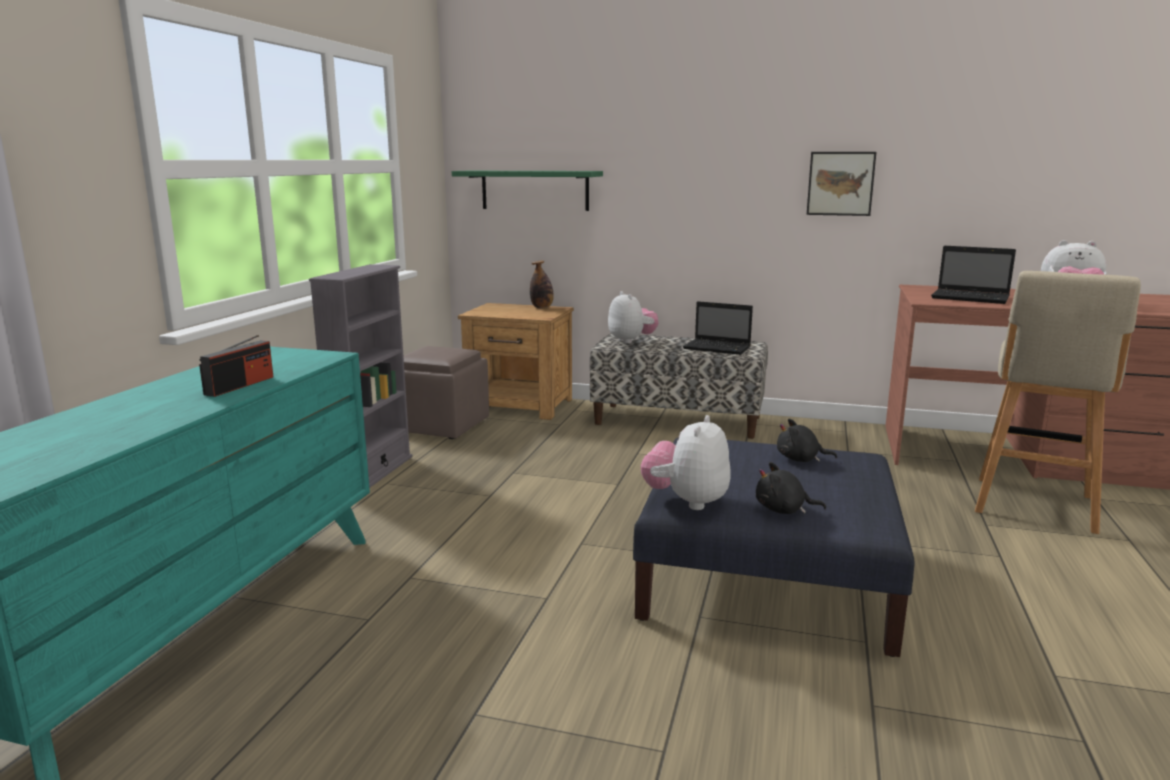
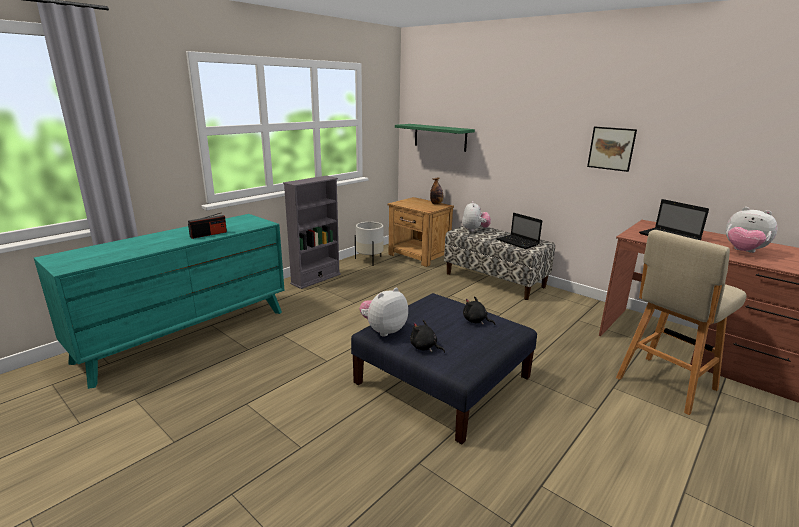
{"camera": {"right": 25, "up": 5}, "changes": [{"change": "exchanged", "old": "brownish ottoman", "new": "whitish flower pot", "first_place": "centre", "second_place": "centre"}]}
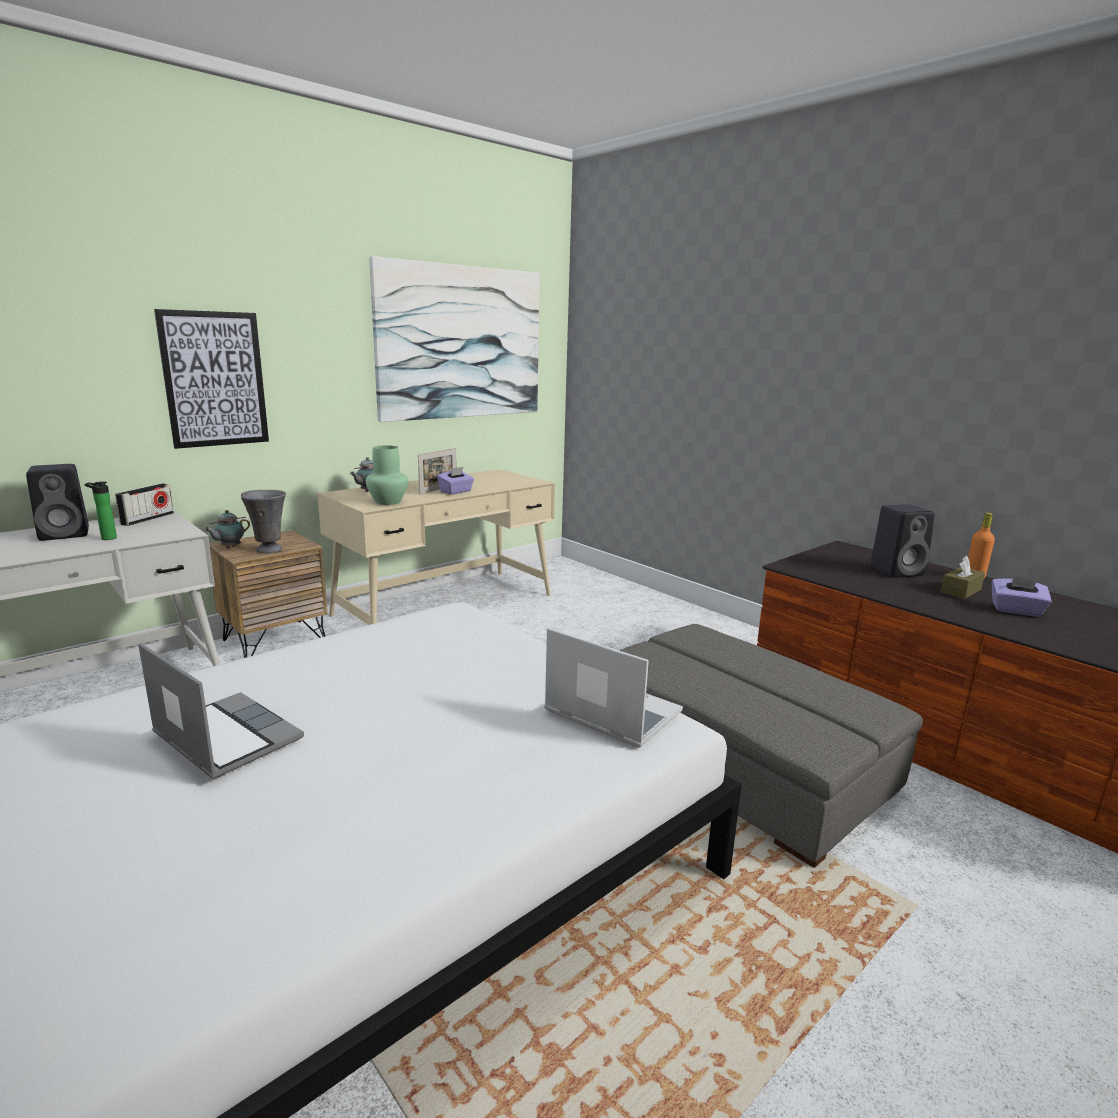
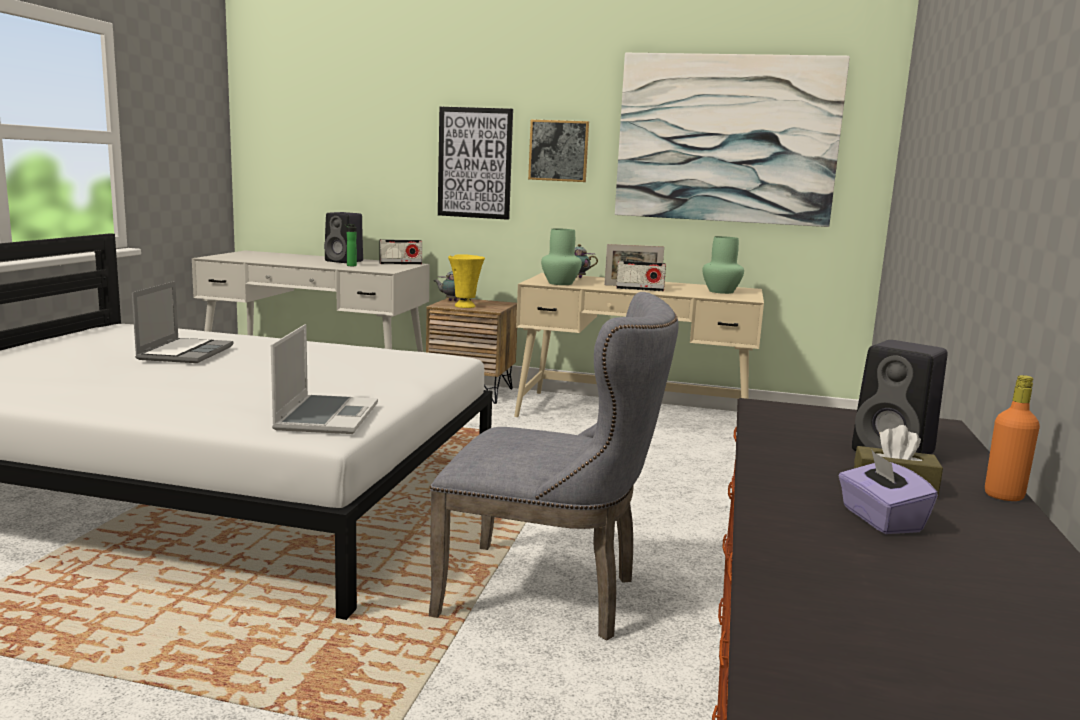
{"camera": {"right": 55, "up": -5}, "changes": [{"change": "exchanged", "old": "purplish box of tissues (no. 1 from left)", "new": "radio set (no. 2 from left)", "first_place": "centre", "second_place": "centre"}, {"change": "colour", "old": "grey decorative vase", "new": "yellow decorative vase", "first_place": "middle left", "second_place": "centre"}, {"change": "exchanged", "old": "grey ottoman", "new": "grey chair", "first_place": "bottom right", "second_place": "centre"}, {"change": "appeared", "new": "picture (no. 2 from left)", "second_place": "top centre"}, {"change": "appeared", "new": "green-coloured decorative vase (no. 2 from left)", "second_place": "middle right"}]}
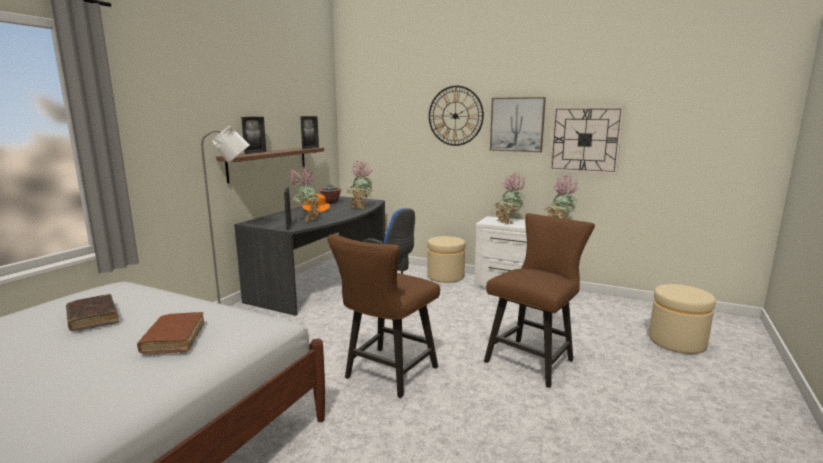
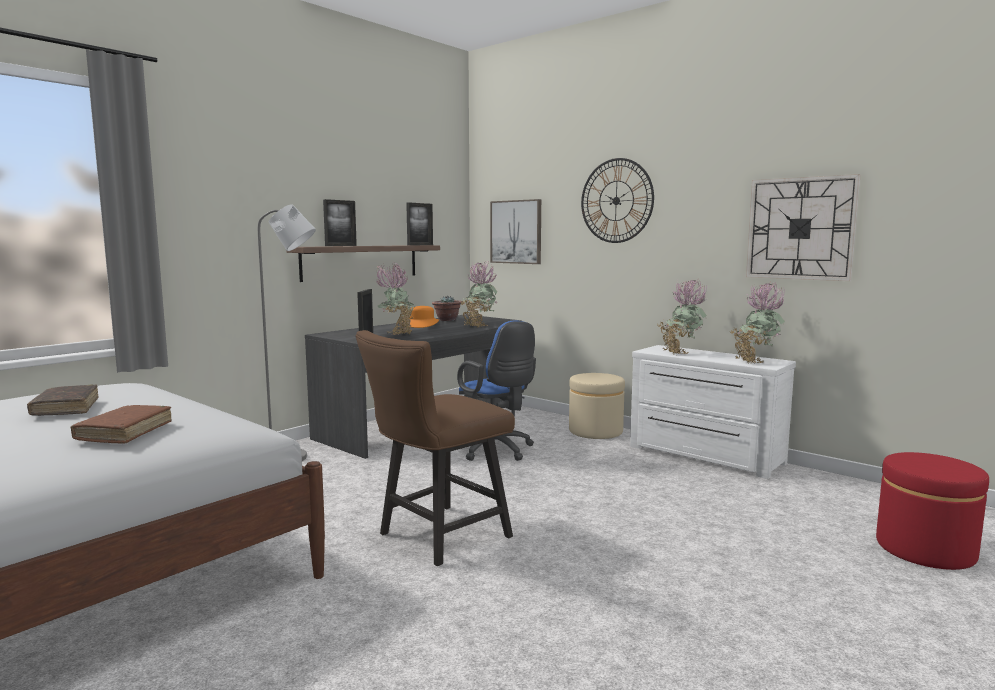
{"camera": {"right": 15, "up": -5}, "changes": [{"change": "relocated", "old": "picture", "first_place": "top centre", "second_place": "centre"}, {"change": "missing", "old": "brownish chair (no. 2 from left)", "first_place": "centre"}, {"change": "colour", "old": "beige-coloured ottoman (no. 2 from left)", "new": "reddish ottoman", "first_place": "bottom right", "second_place": "bottom right"}]}
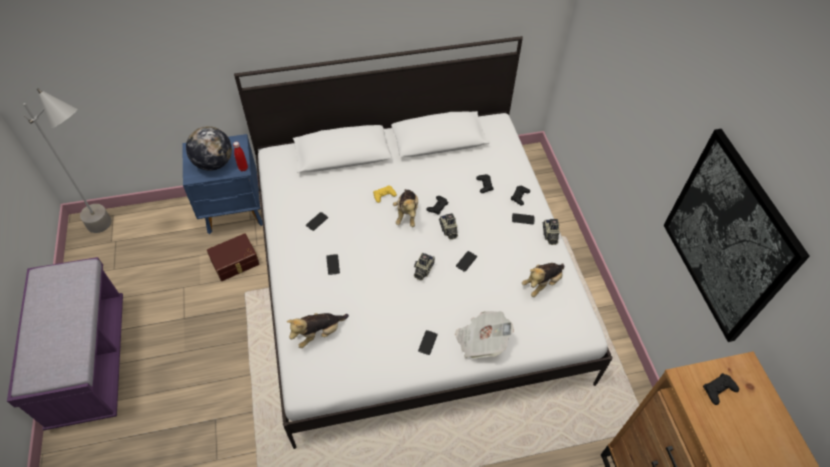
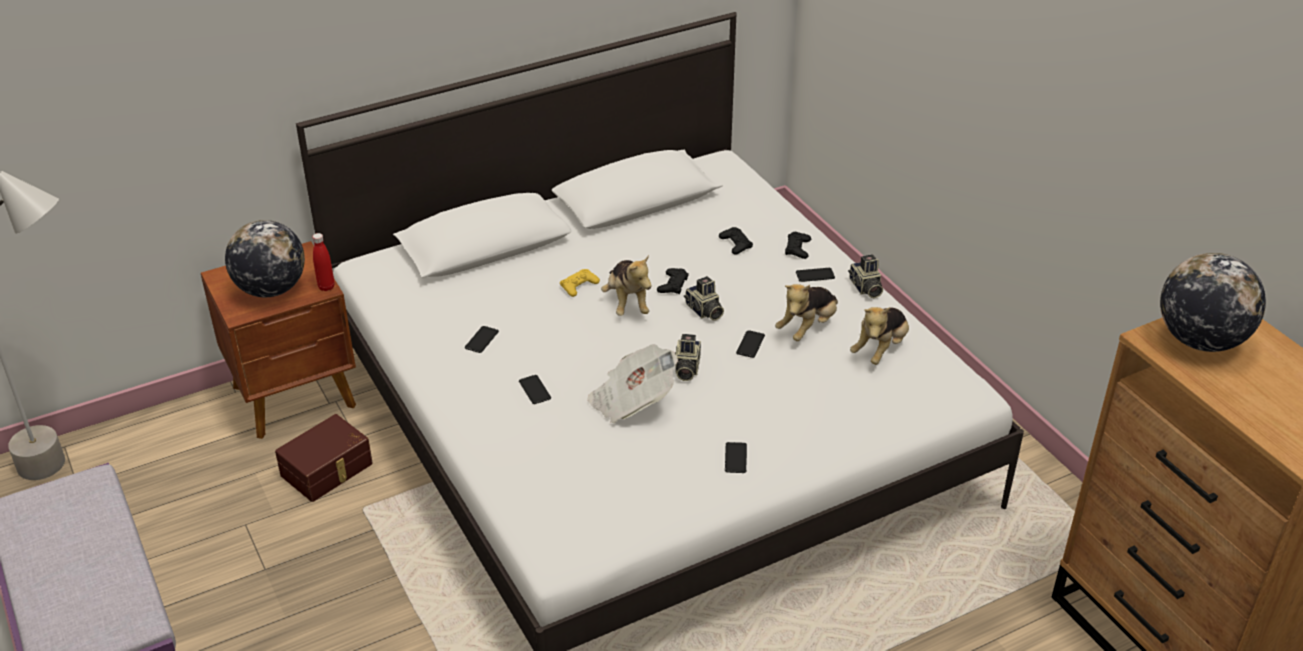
{"camera": {"right": -15, "up": -15}, "changes": [{"change": "missing", "old": "picture", "first_place": "middle right"}, {"change": "colour", "old": "bluish nightstand", "new": "brownish nightstand", "first_place": "middle left", "second_place": "middle left"}, {"change": "relocated", "old": "printed paper", "first_place": "bottom centre", "second_place": "centre"}, {"change": "relocated", "old": "soft toy (no. 1 from left in the first image)", "new": "soft toy (no. 2 from left)", "first_place": "bottom centre", "second_place": "centre"}, {"change": "exchanged", "old": "black-coloured game controller (no. 4 from left)", "new": "globe (no. 2 from left)", "first_place": "bottom right", "second_place": "middle right"}]}
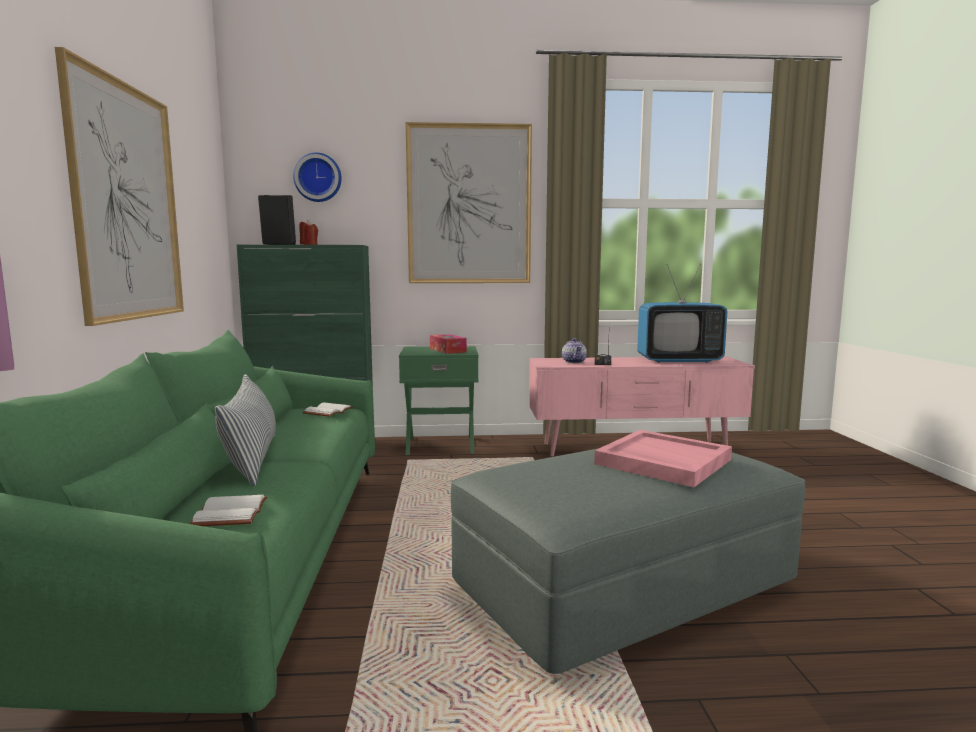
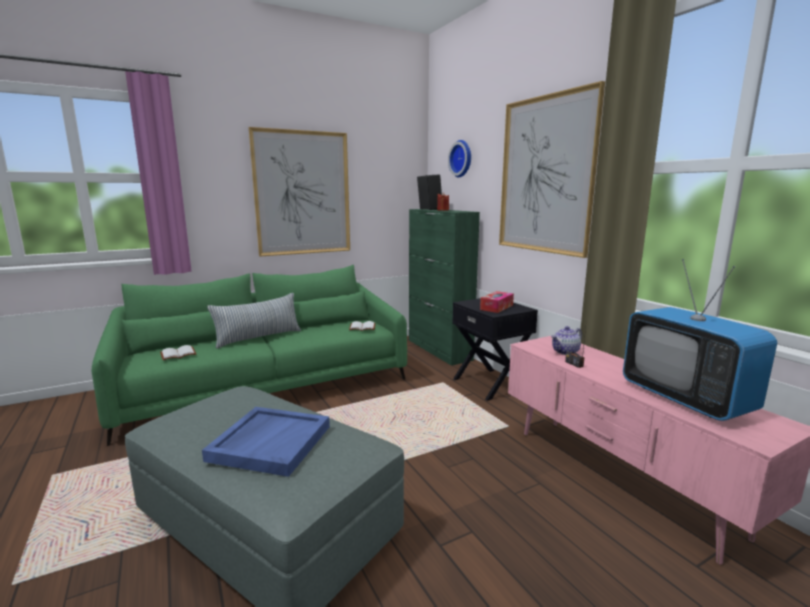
{"camera": {"right": 65, "up": 5}, "changes": [{"change": "colour", "old": "green-coloured nightstand", "new": "black-coloured nightstand", "first_place": "centre", "second_place": "centre"}, {"change": "colour", "old": "pink carrying tray", "new": "bluish carrying tray", "first_place": "middle right", "second_place": "bottom left"}]}
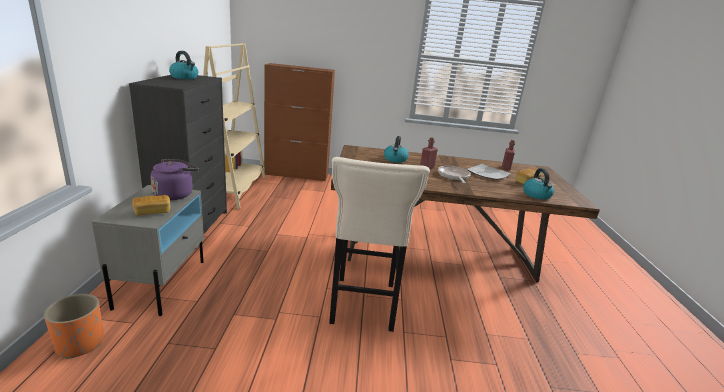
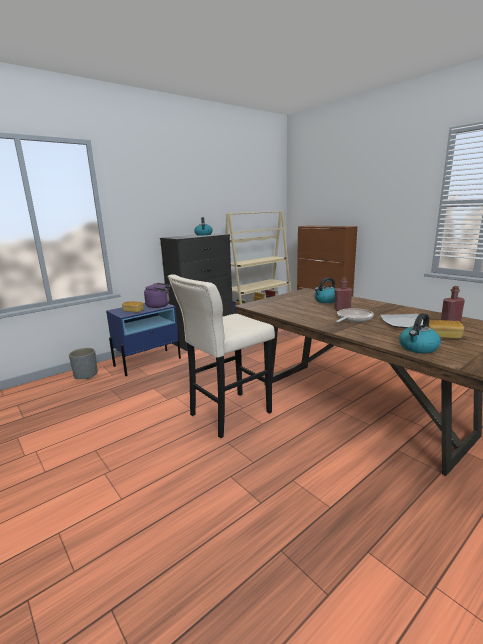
{"camera": {"right": 50, "up": -5}, "changes": [{"change": "colour", "old": "grey nightstand", "new": "bluish nightstand", "first_place": "middle left", "second_place": "middle left"}, {"change": "colour", "old": "orangey flower pot", "new": "grey flower pot", "first_place": "bottom left", "second_place": "middle left"}]}
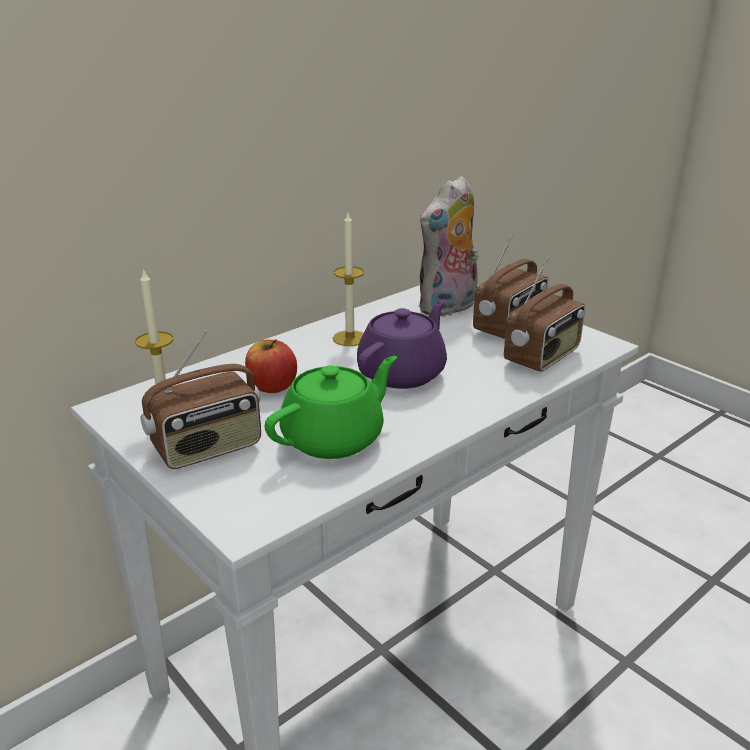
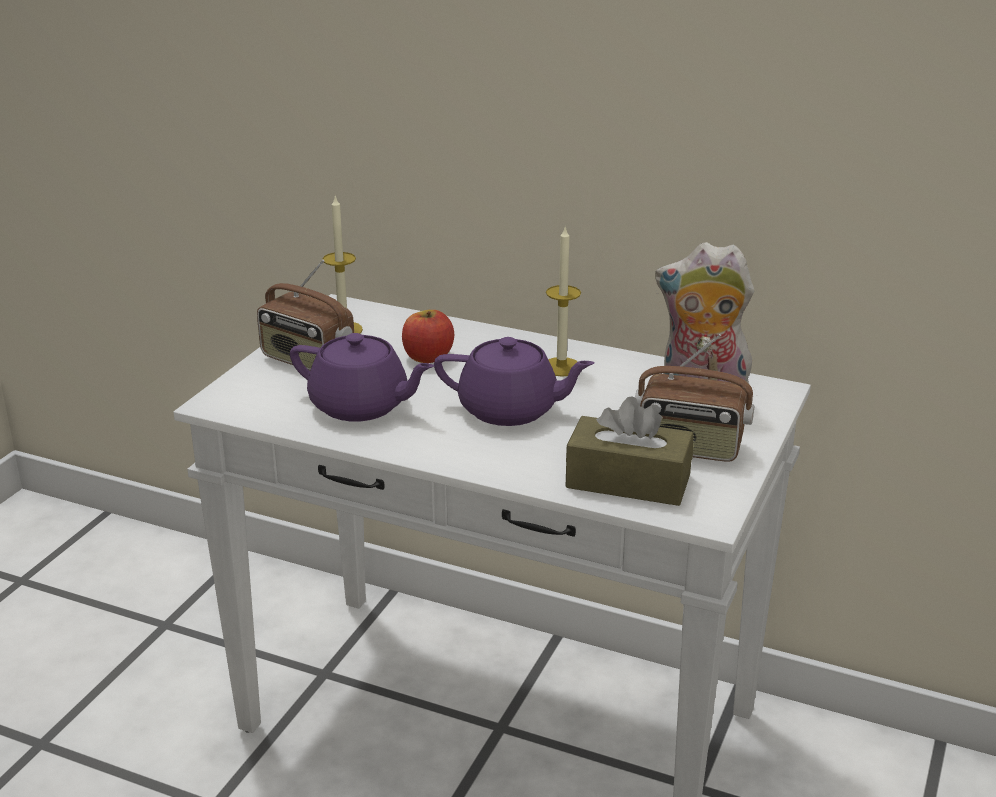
{"camera": {"right": 65, "up": 0}, "changes": [{"change": "exchanged", "old": "radio set (no. 3 from left)", "new": "brownish box of tissues", "first_place": "middle right", "second_place": "centre"}, {"change": "colour", "old": "green-coloured pot for tea", "new": "purplish pot for tea (no. 1 from left)", "first_place": "centre", "second_place": "centre"}]}
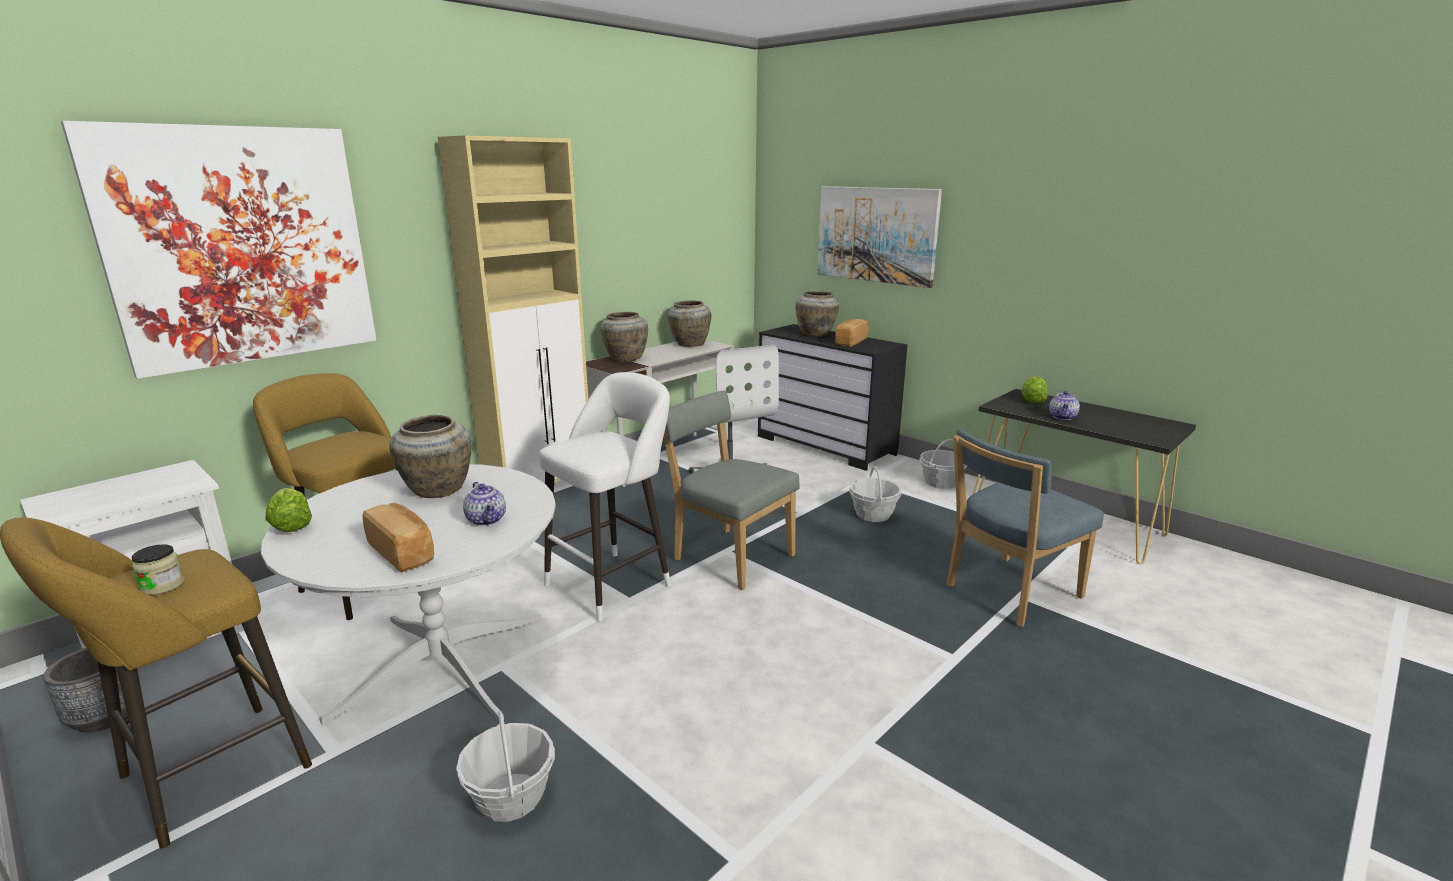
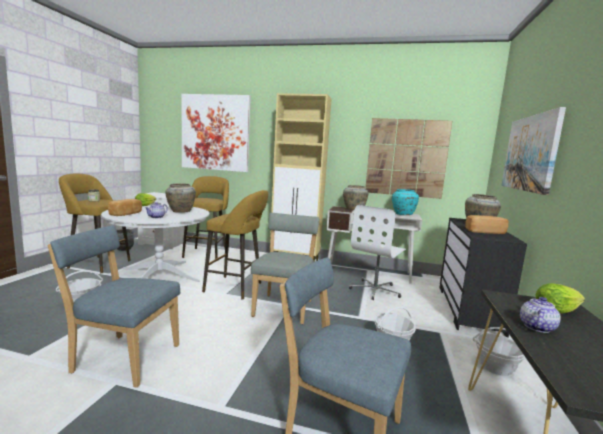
{"camera": {"right": 60, "up": -10}, "changes": [{"change": "colour", "old": "beige-coloured decorative vase (no. 3 from left)", "new": "blue-green decorative vase", "first_place": "centre", "second_place": "middle right"}, {"change": "colour", "old": "whitish stool seat", "new": "yellow stool seat (no. 3 from left)", "first_place": "centre", "second_place": "centre"}, {"change": "spun", "old": "pot for tea (no. 2 from left)", "first_place": "middle right", "second_place": "bottom right", "degrees": 135}, {"change": "appeared", "new": "picture (no. 2 from left)", "second_place": "middle right"}, {"change": "appeared", "new": "bluish chair (no. 1 from left)", "second_place": "bottom left"}]}
